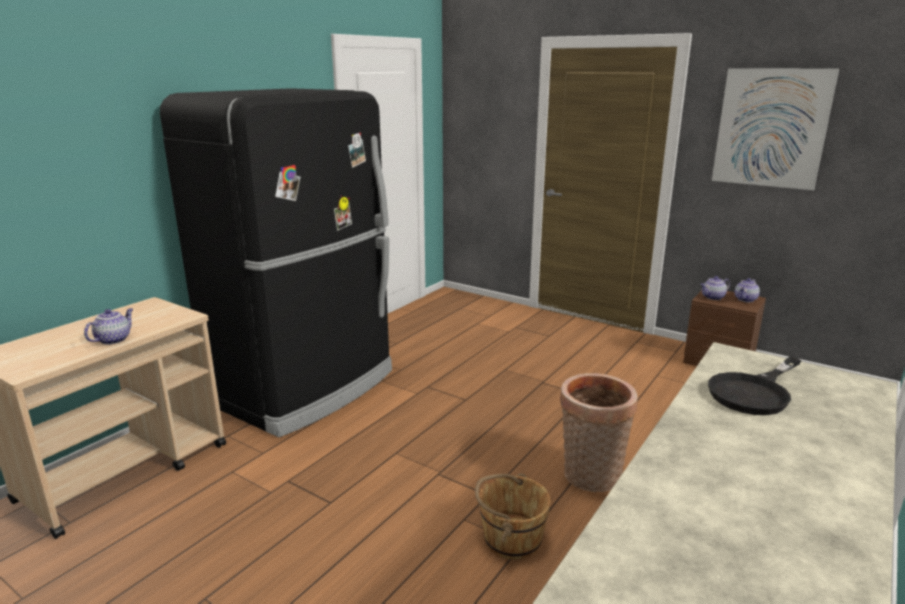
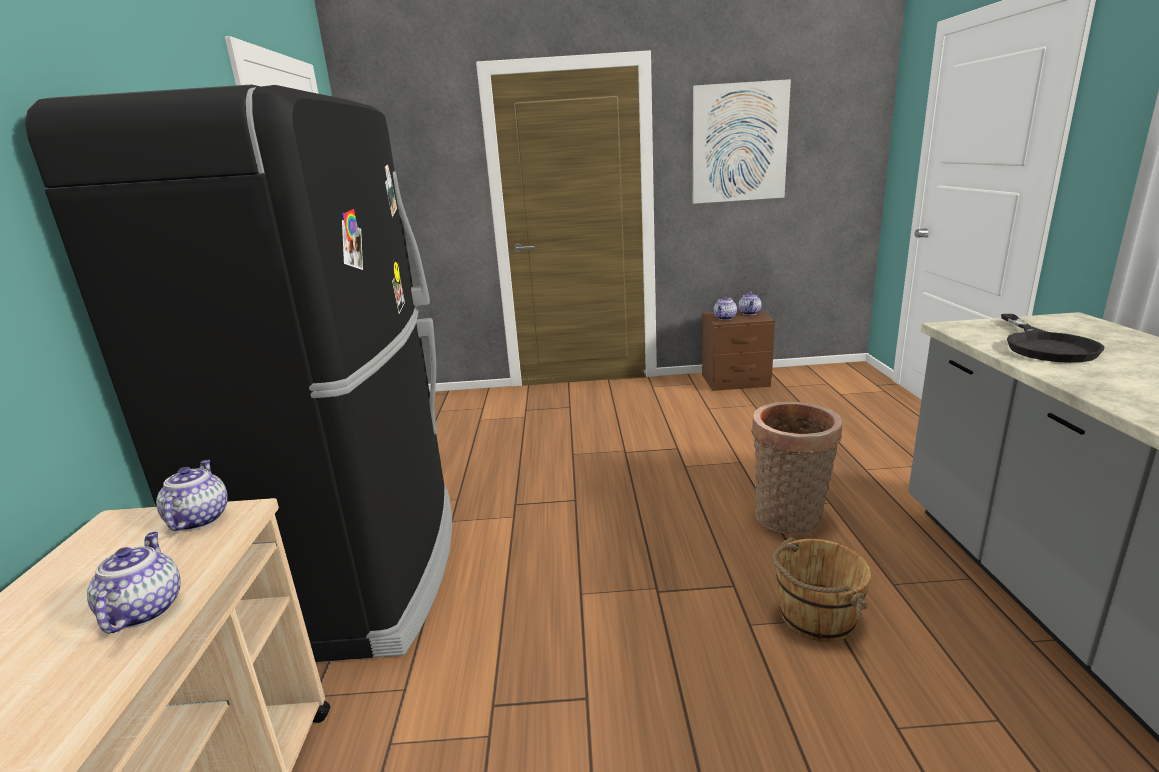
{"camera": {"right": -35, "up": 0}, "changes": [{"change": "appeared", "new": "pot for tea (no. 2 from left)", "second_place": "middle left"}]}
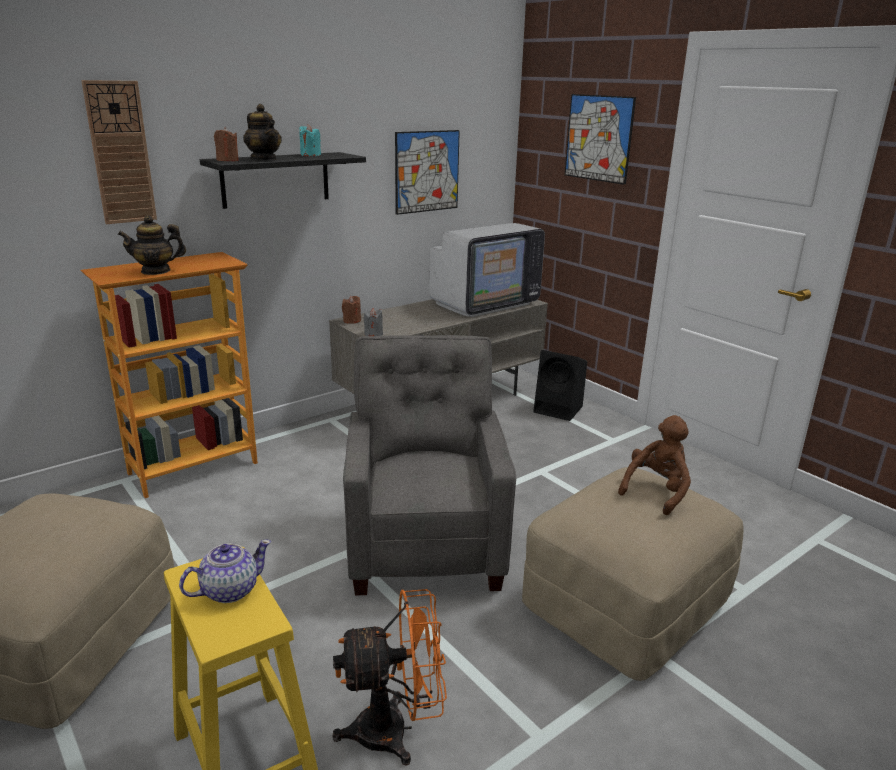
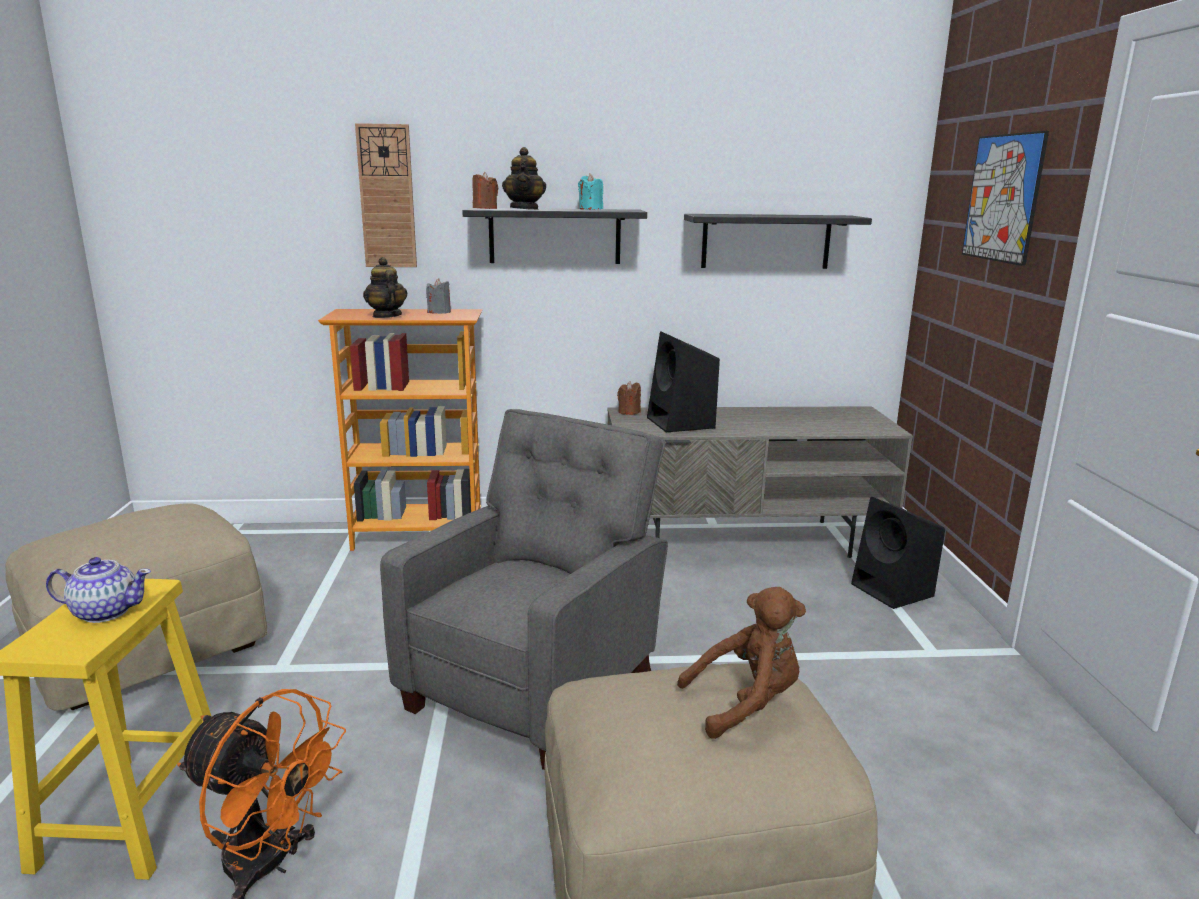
{"camera": {"right": 35, "up": -5}, "changes": [{"change": "exchanged", "old": "picture (no. 1 from left)", "new": "black-coloured wall shelf (no. 2 from left)", "first_place": "top centre", "second_place": "top centre"}, {"change": "spun", "old": "pot for tea (no. 1 from left in the first image)", "first_place": "top left", "second_place": "top left", "degrees": 45}, {"change": "missing", "old": "television", "first_place": "centre"}, {"change": "relocated", "old": "grey candle", "first_place": "centre", "second_place": "top centre"}, {"change": "appeared", "new": "black-coloured audio speaker (no. 1 from left)", "second_place": "centre"}]}
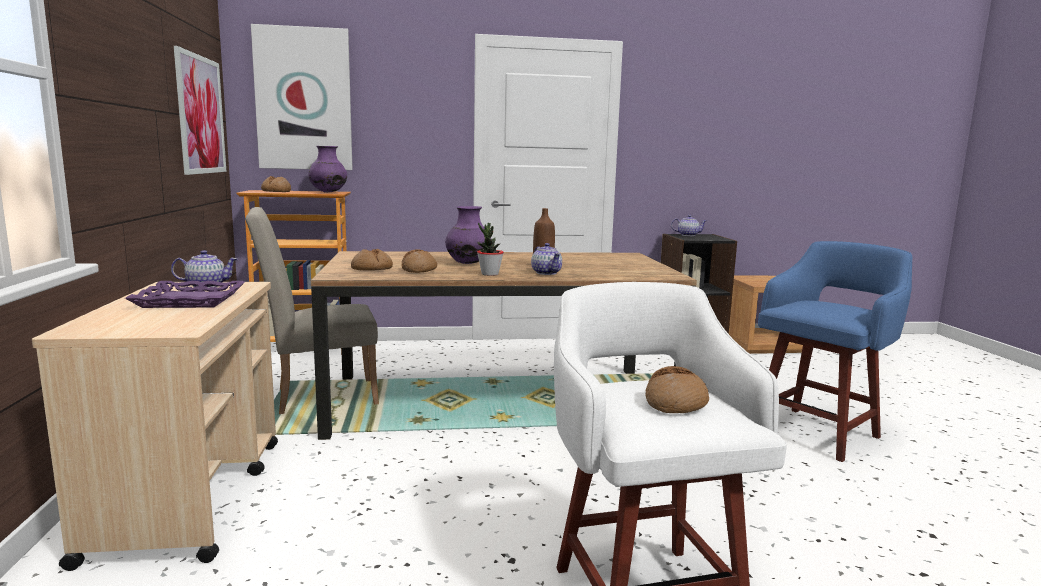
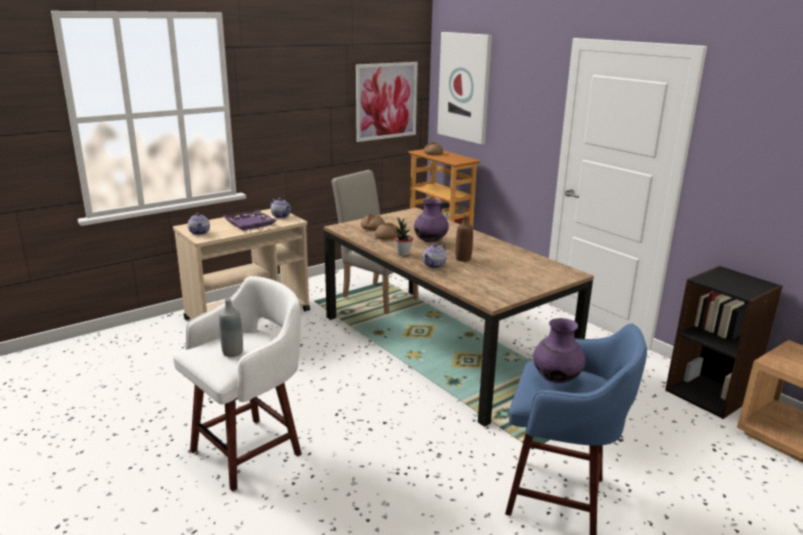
{"camera": {"right": 60, "up": 10}, "changes": [{"change": "relocated", "old": "purplish decorative vase (no. 1 from left in the first image)", "new": "purplish decorative vase (no. 2 from left)", "first_place": "top left", "second_place": "middle right"}, {"change": "relocated", "old": "pot for tea (no. 3 from left in the first image)", "new": "pot for tea (no. 1 from left)", "first_place": "centre", "second_place": "middle left"}, {"change": "exchanged", "old": "bakery bread (no. 4 from left)", "new": "grey drink bottle", "first_place": "centre", "second_place": "middle left"}]}
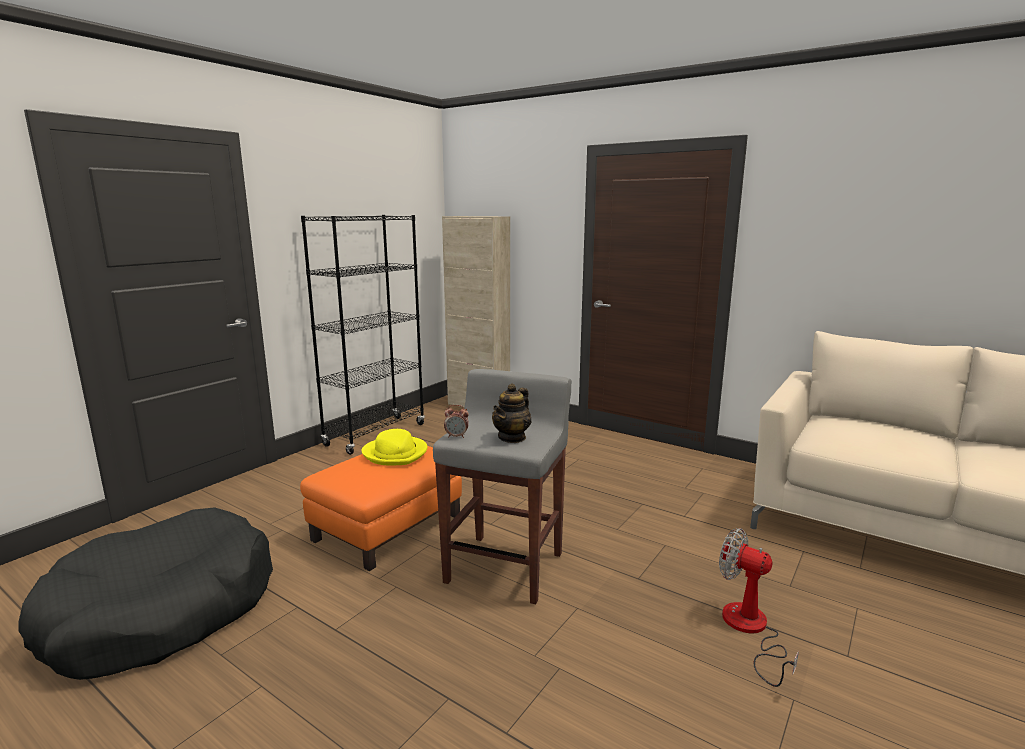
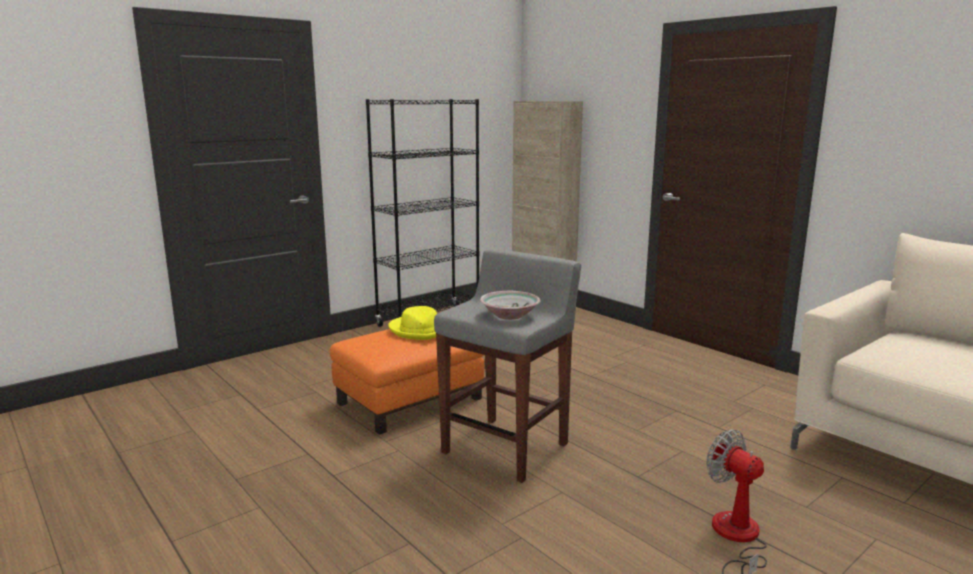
{"camera": {"right": 15, "up": 0}, "changes": [{"change": "exchanged", "old": "pot for tea", "new": "deep dish", "first_place": "centre", "second_place": "centre"}, {"change": "missing", "old": "bedside clock", "first_place": "centre"}, {"change": "missing", "old": "black-coloured pet bed", "first_place": "bottom left"}]}
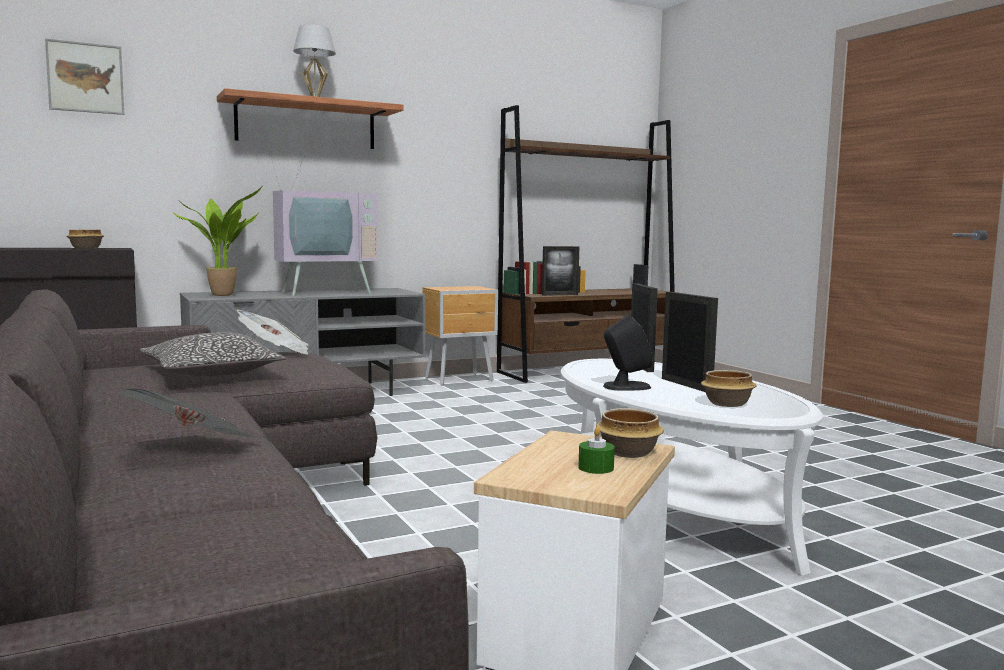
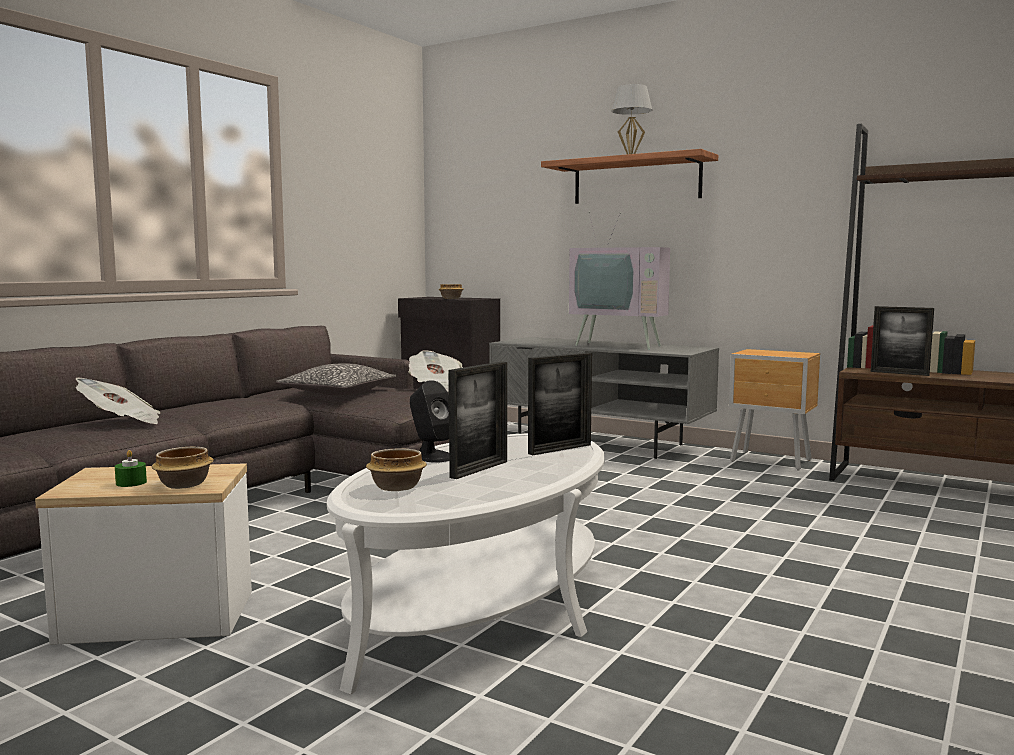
{"camera": {"right": 60, "up": 0}, "changes": [{"change": "missing", "old": "picture", "first_place": "top left"}, {"change": "missing", "old": "potted plant", "first_place": "middle left"}]}
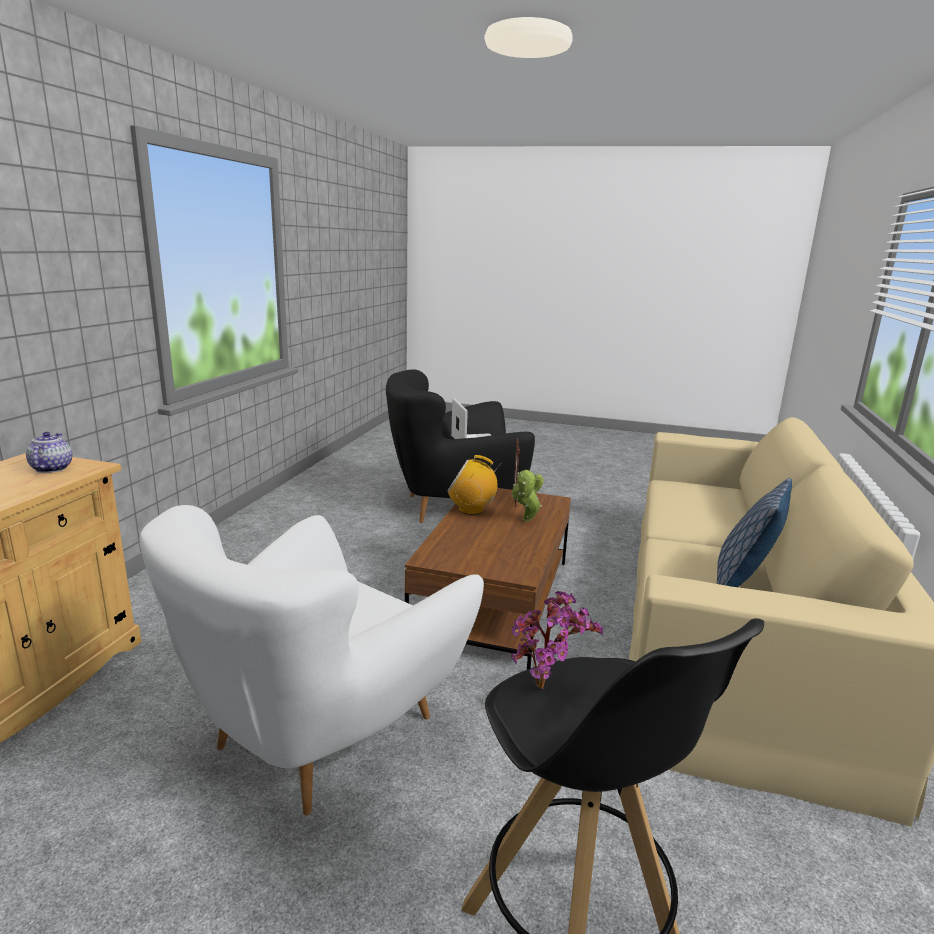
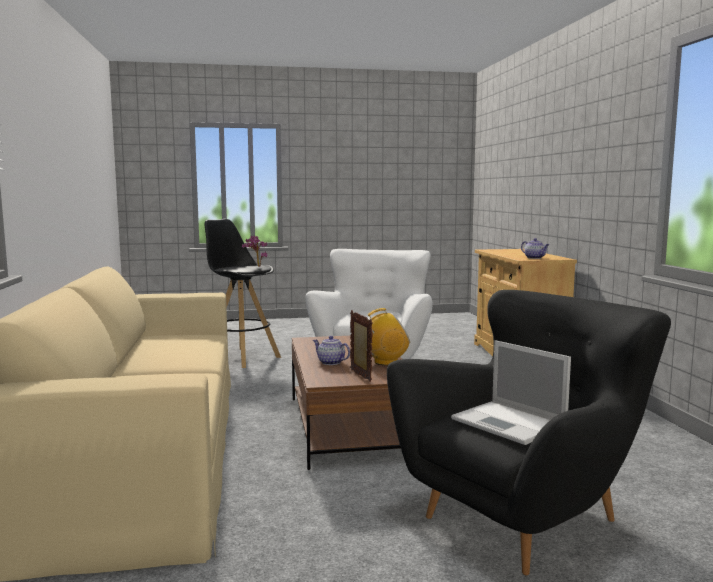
{"camera": {"right": 155, "up": -10}, "changes": [{"change": "exchanged", "old": "potted plant (no. 1 from left)", "new": "pot for tea (no. 1 from left)", "first_place": "centre", "second_place": "centre"}, {"change": "missing", "old": "cushion", "first_place": "middle right"}]}
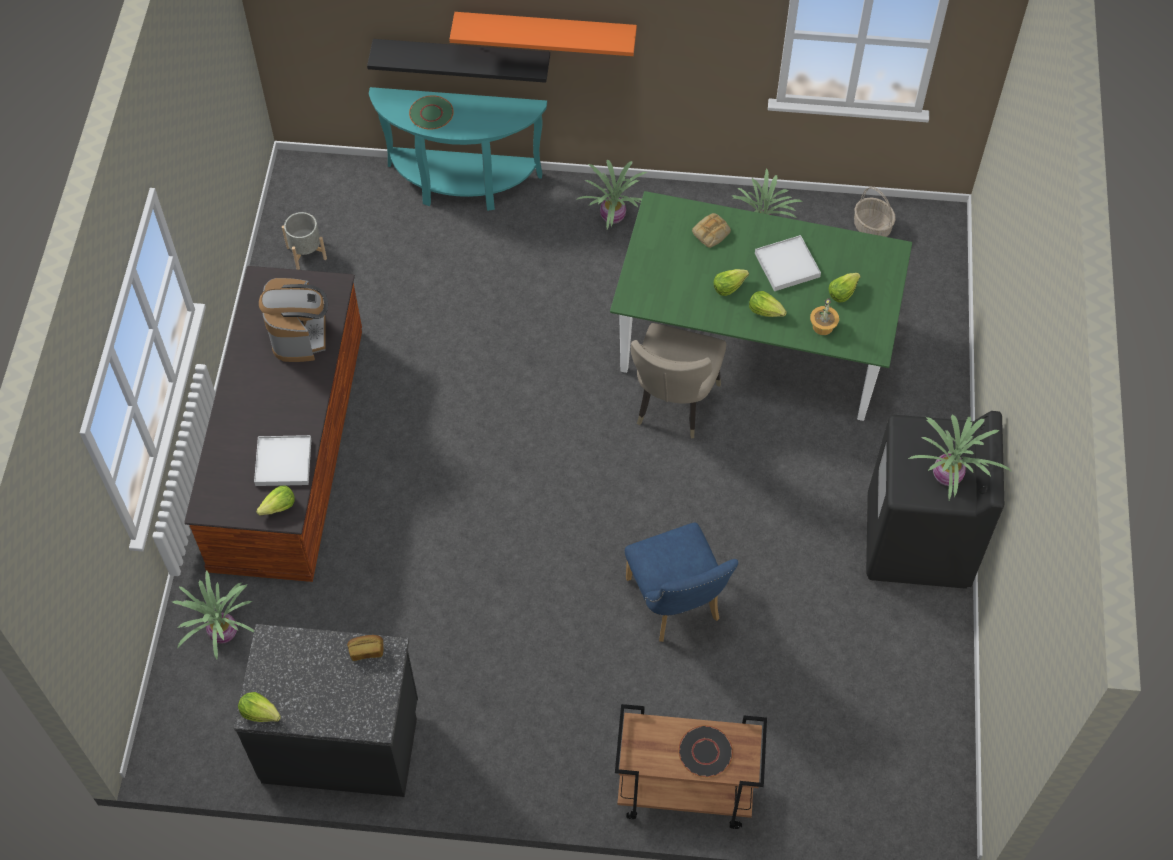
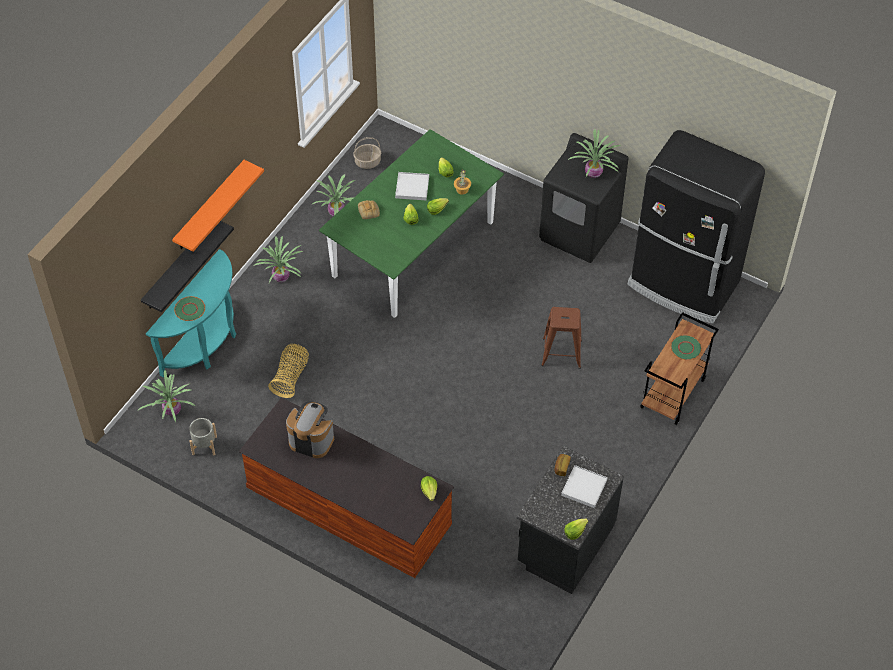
{"camera": {"right": -65, "up": -5}, "changes": [{"change": "missing", "old": "beige-coloured chair", "first_place": "centre"}, {"change": "relocated", "old": "whitish carrying tray (no. 1 from left in the first image)", "new": "whitish carrying tray (no. 2 from left)", "first_place": "middle left", "second_place": "bottom centre"}, {"change": "exchanged", "old": "bluish chair", "new": "brownish stool seat", "first_place": "bottom centre", "second_place": "centre"}, {"change": "relocated", "old": "potted plant (no. 1 from left)", "first_place": "bottom left", "second_place": "middle left"}, {"change": "colour", "old": "black-coloured flat dish", "new": "green-coloured flat dish (no. 2 from left)", "first_place": "bottom centre", "second_place": "middle right"}, {"change": "appeared", "new": "black-coloured refrigerator", "second_place": "middle right"}, {"change": "appeared", "new": "household basket (no. 1 from left)", "second_place": "middle left"}]}
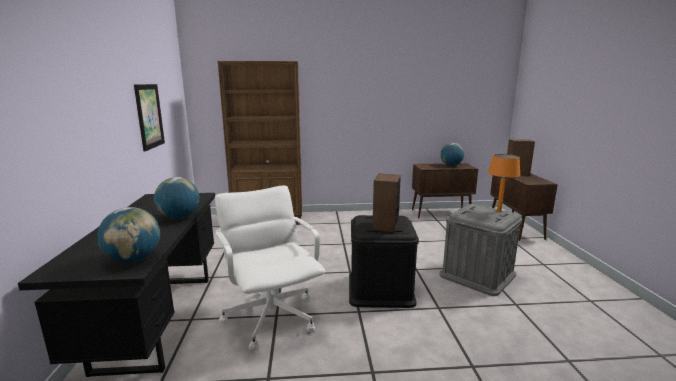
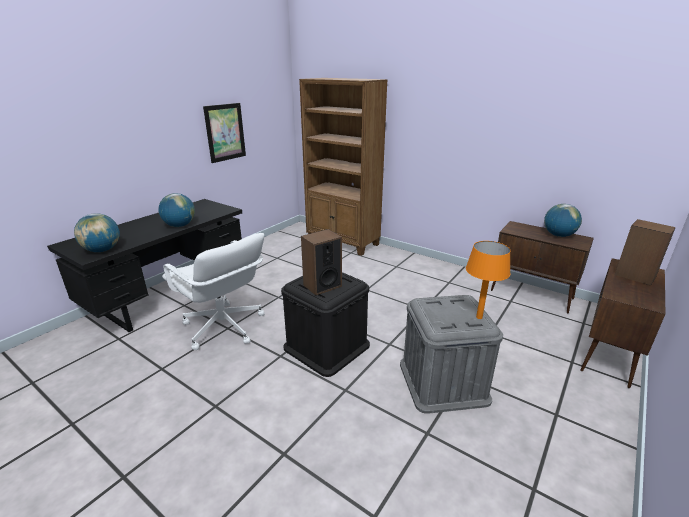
{"camera": {"right": 40, "up": 10}, "changes": [{"change": "spun", "old": "whitish desk chair", "first_place": "bottom centre", "second_place": "middle left", "degrees": 120}]}
